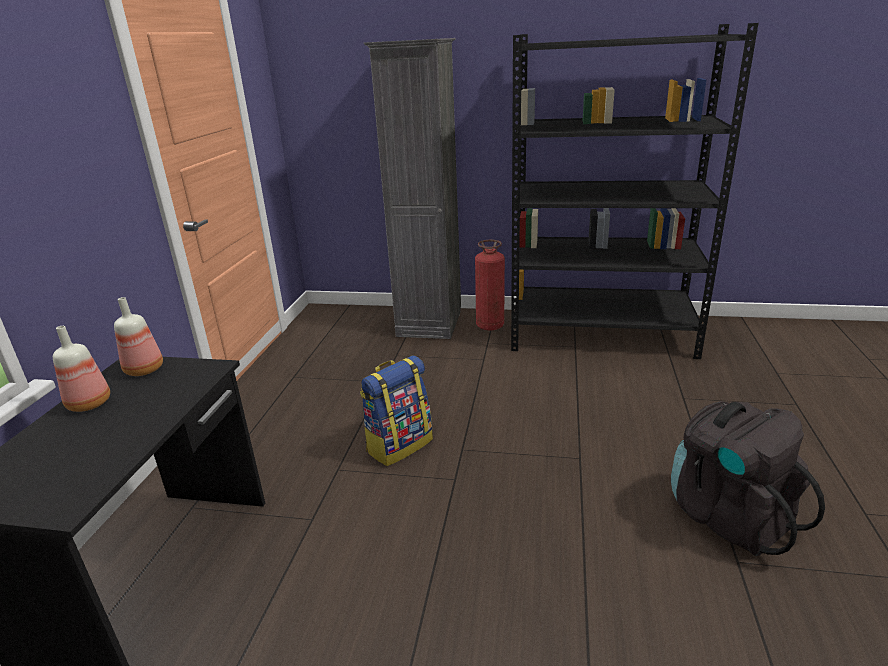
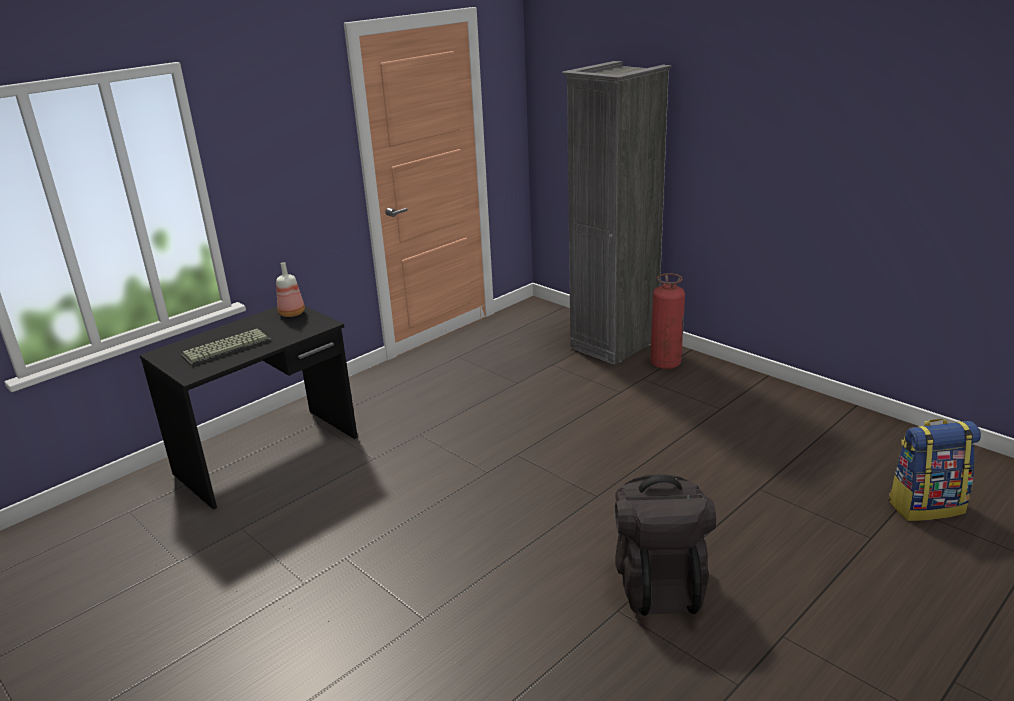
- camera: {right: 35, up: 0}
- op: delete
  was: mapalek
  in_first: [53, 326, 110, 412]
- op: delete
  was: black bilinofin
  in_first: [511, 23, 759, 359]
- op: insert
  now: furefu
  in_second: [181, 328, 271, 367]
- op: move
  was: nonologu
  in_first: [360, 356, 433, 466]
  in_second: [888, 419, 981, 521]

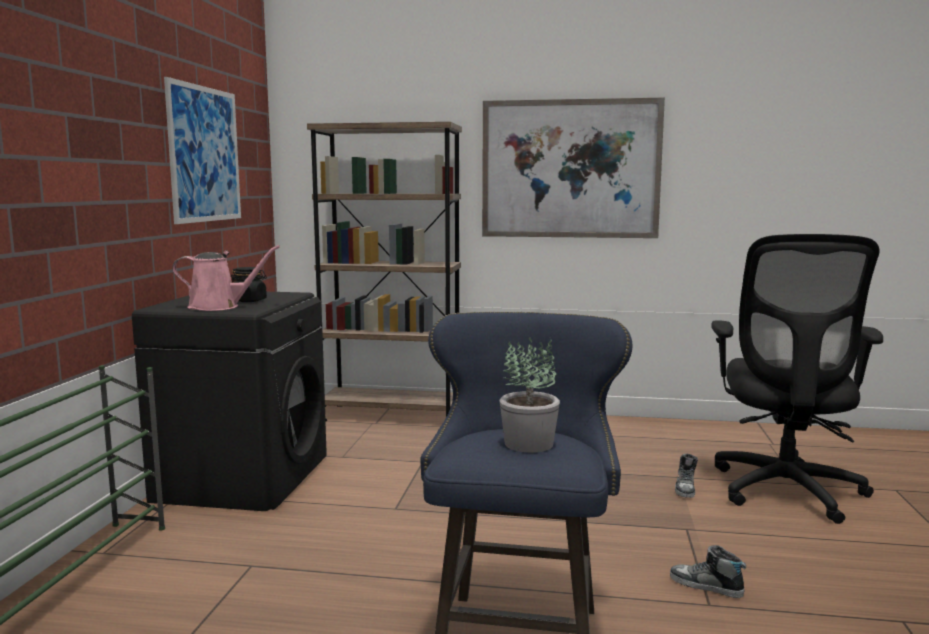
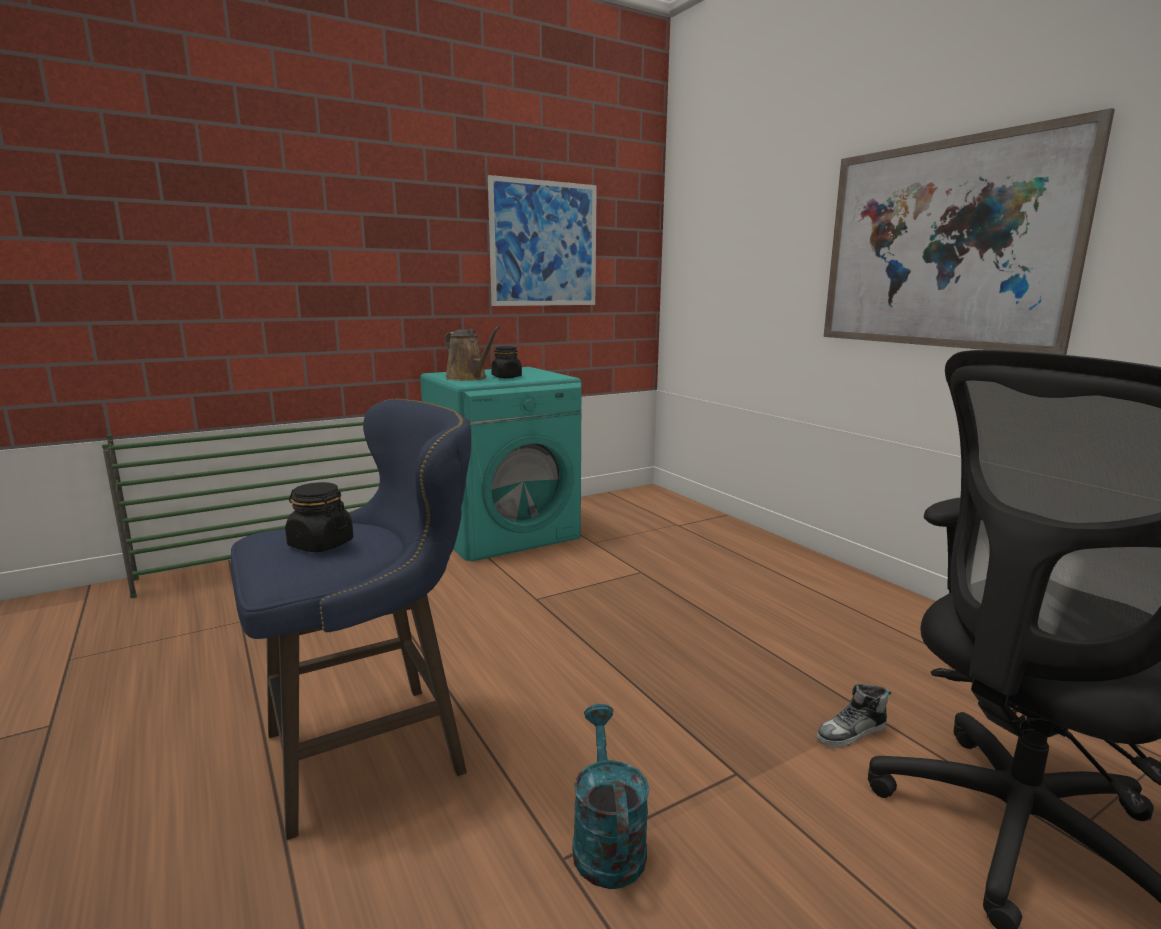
- camera: {right: 50, up: 5}
- op: delete
  was: brown bilinofin
  in_first: [307, 122, 462, 422]
- op: replace
  was: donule
  now: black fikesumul
  in_first: [500, 338, 560, 453]
  in_second: [285, 482, 353, 552]
- op: replace
  was: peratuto
  now: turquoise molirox
  in_first: [670, 545, 746, 598]
  in_second: [573, 704, 649, 889]
- op: recolor
  was: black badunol
  now: turquoise badunol
  in_first: [132, 292, 327, 511]
  in_second: [420, 367, 582, 562]
- op: recolor
  was: pink molirox
  now: brown molirox
  in_first: [172, 245, 280, 311]
  in_second: [445, 326, 501, 381]

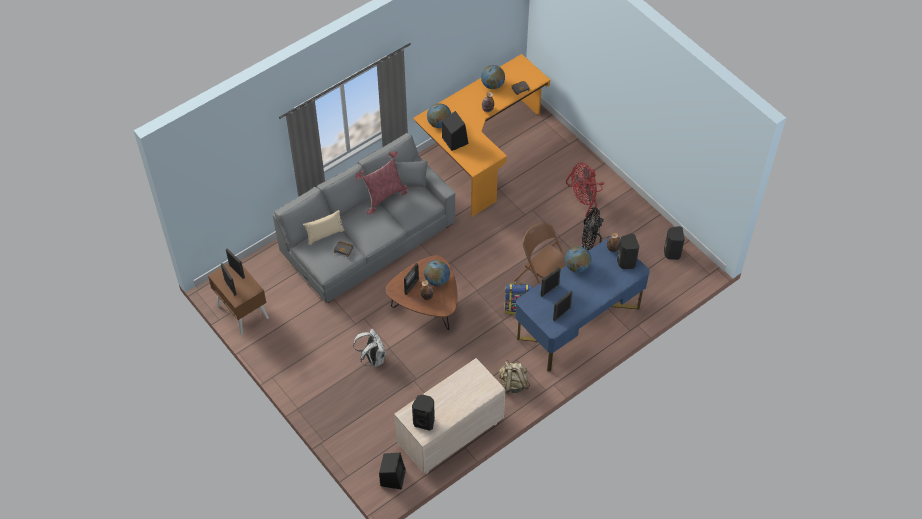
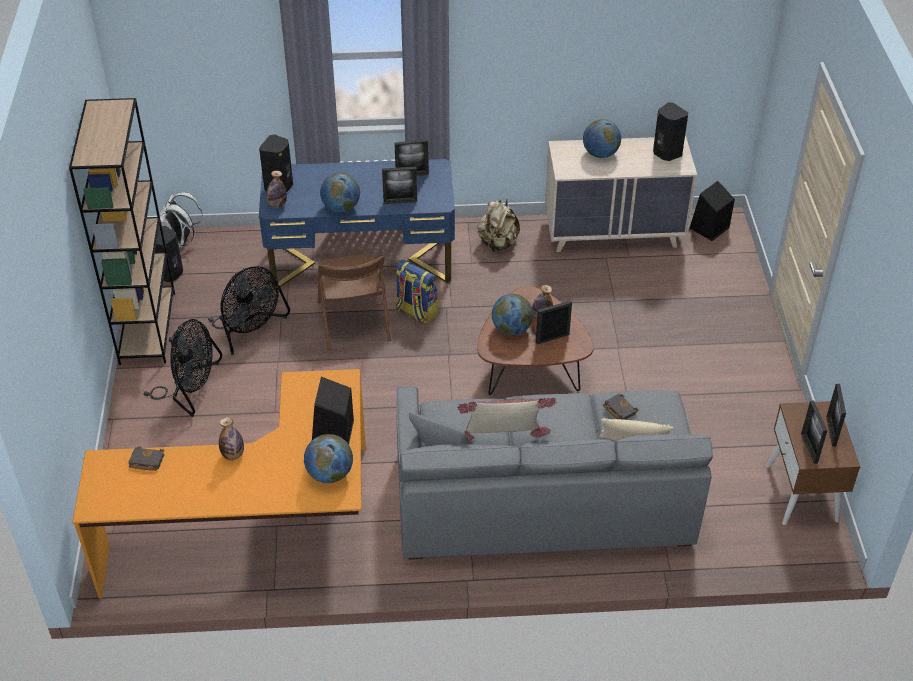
- camera: {right: -145, up: -10}
- op: insert
  now: beige bilinofin
  in_second: [69, 98, 175, 365]
- op: move
  was: white nonologu
  in_first: [353, 328, 386, 367]
  in_second: [159, 192, 203, 248]
- op: move
  was: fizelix
  in_first: [481, 65, 505, 89]
  in_second: [583, 119, 621, 158]
- op: recolor
  was: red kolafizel
  now: black kolafizel
  in_first: [566, 162, 604, 217]
  in_second: [143, 319, 222, 417]

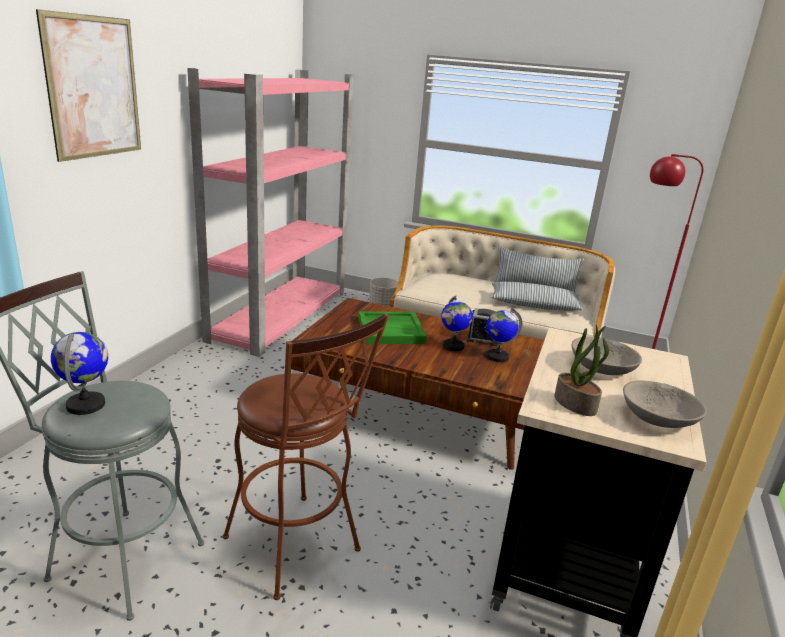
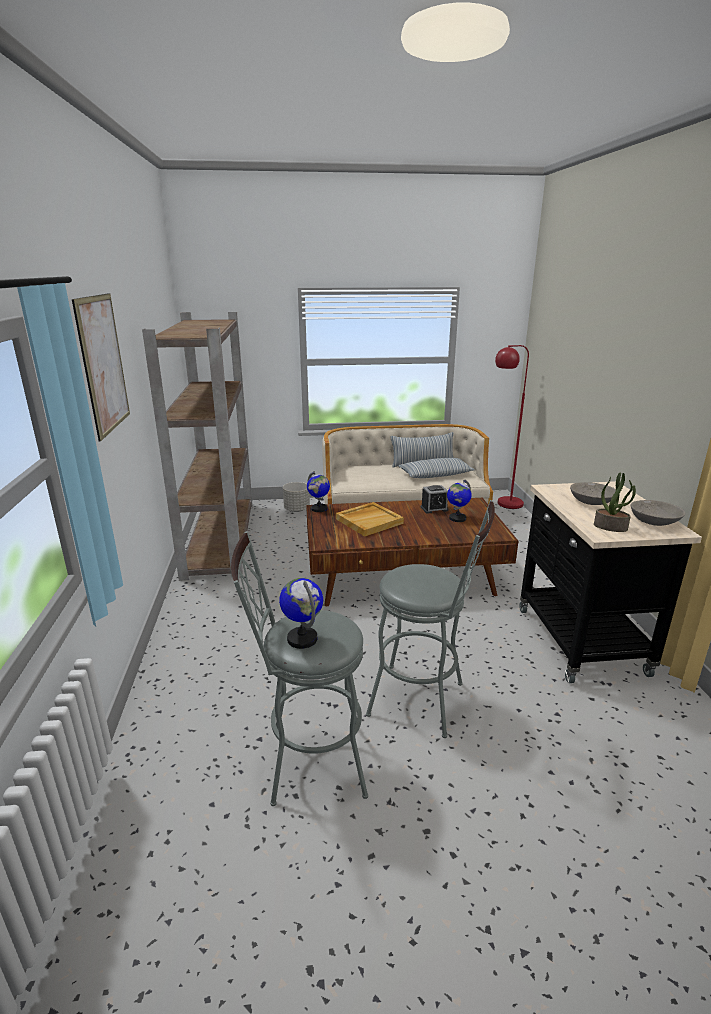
- camera: {right: -25, up: 0}
- op: move
  was: fizelix
  in_first: [441, 296, 472, 351]
  in_second: [307, 471, 330, 512]
- op: recolor
  was: pink bilinofin
  now: brown bilinofin
  in_first: [187, 68, 354, 357]
  in_second: [142, 312, 253, 581]
- op: recolor
  was: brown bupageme
  now: grey bupageme
  in_first: [223, 313, 389, 600]
  in_second: [366, 500, 495, 738]
- op: recolor
  was: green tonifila
  now: beige tonifila
  in_first: [358, 311, 427, 344]
  in_second: [336, 502, 404, 537]

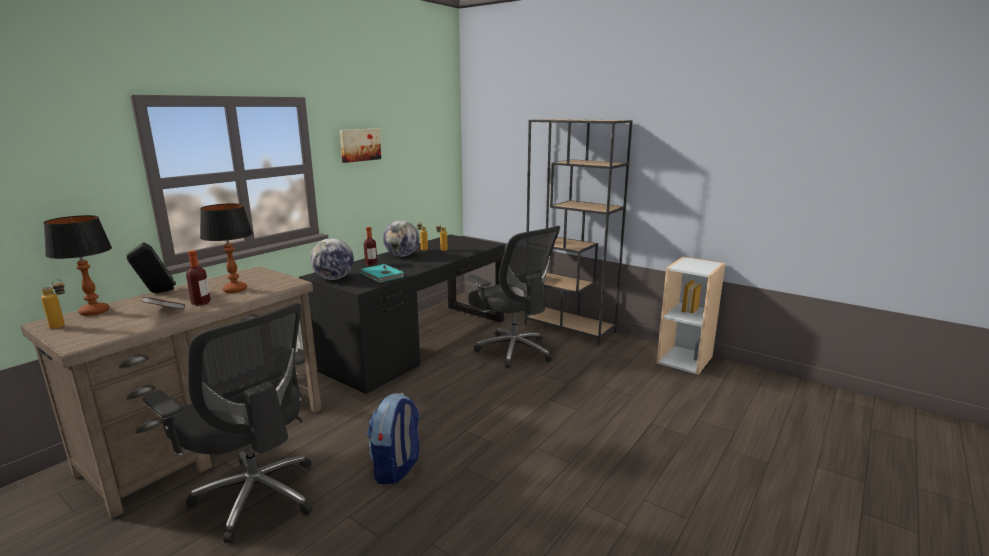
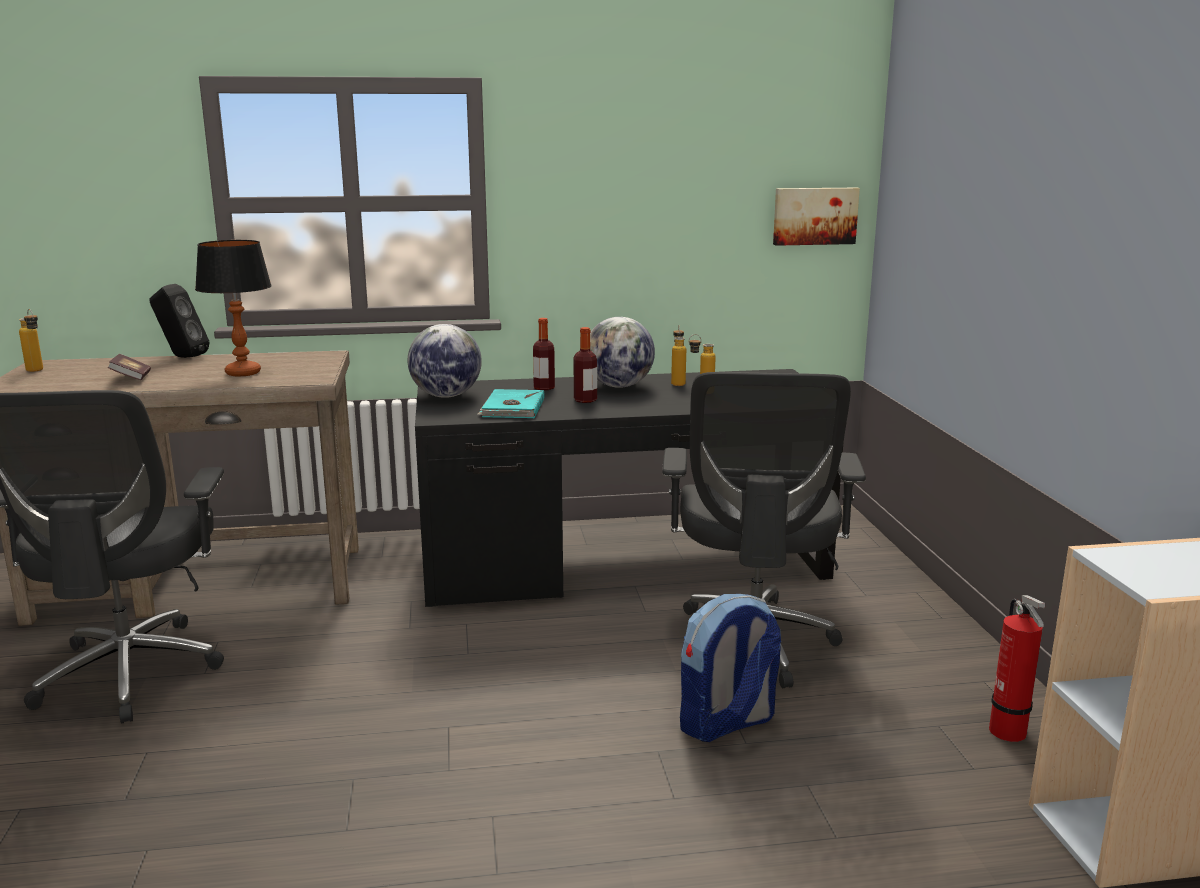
- camera: {right: 45, up: 0}
- op: delete
  was: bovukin
  in_first: [44, 215, 112, 316]
- op: delete
  was: bilinofin
  in_first: [525, 119, 633, 345]
- op: insert
  now: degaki
  in_second: [989, 595, 1045, 742]
- op: move
  was: mapalek
  in_first: [186, 250, 211, 306]
  in_second: [573, 327, 597, 403]
- op: move
  was: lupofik
  in_first: [339, 129, 381, 163]
  in_second: [773, 188, 860, 246]
- op: move
  was: nonologu
  in_first: [367, 393, 420, 484]
  in_second: [680, 594, 781, 742]

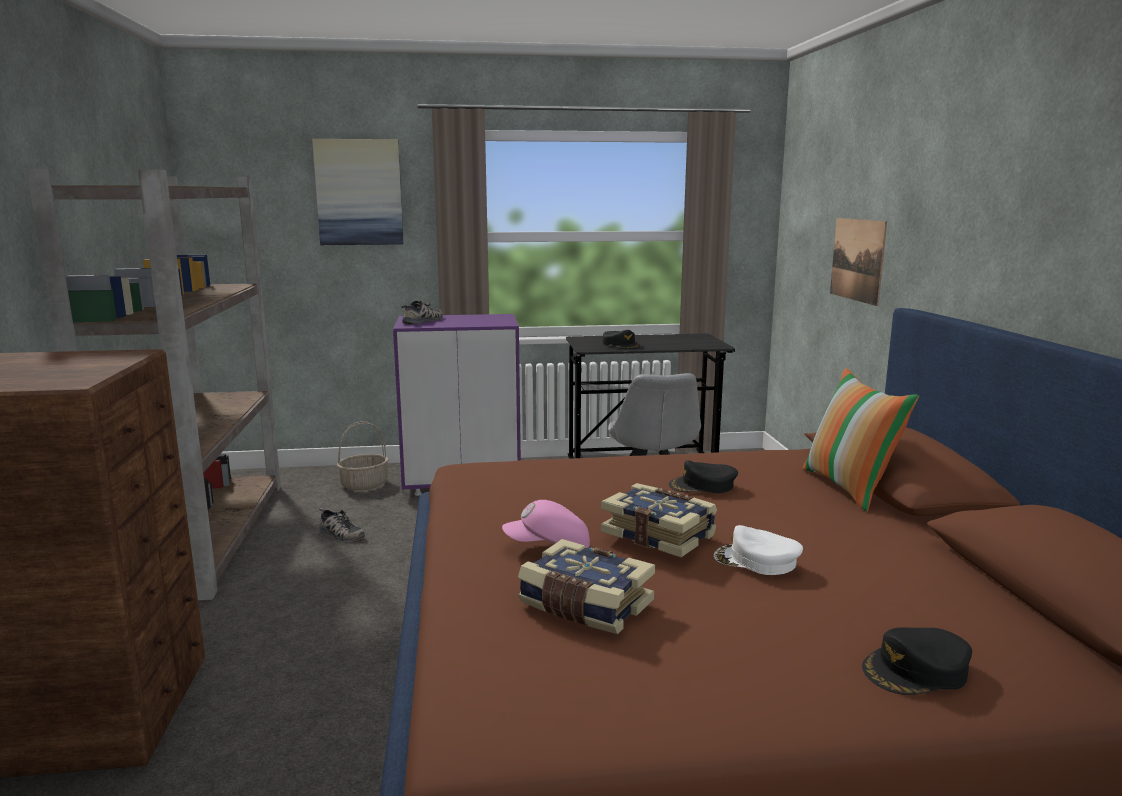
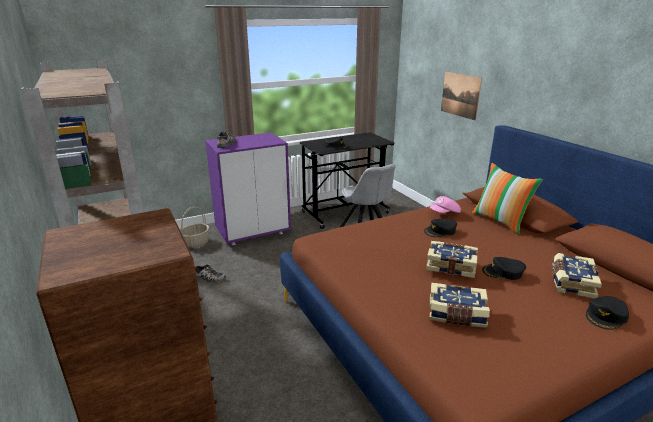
- camera: {right: -20, up: 10}
- op: delete
  was: lupofik
  in_first: [312, 139, 404, 245]
- op: insert
  now: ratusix
  in_second: [552, 253, 602, 299]
- op: move
  was: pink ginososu
  in_first: [502, 500, 590, 548]
  in_second: [430, 196, 461, 213]
- op: recolor
  was: white ginososu
  now: black ginososu
  in_first: [714, 525, 803, 575]
  in_second: [482, 257, 526, 280]

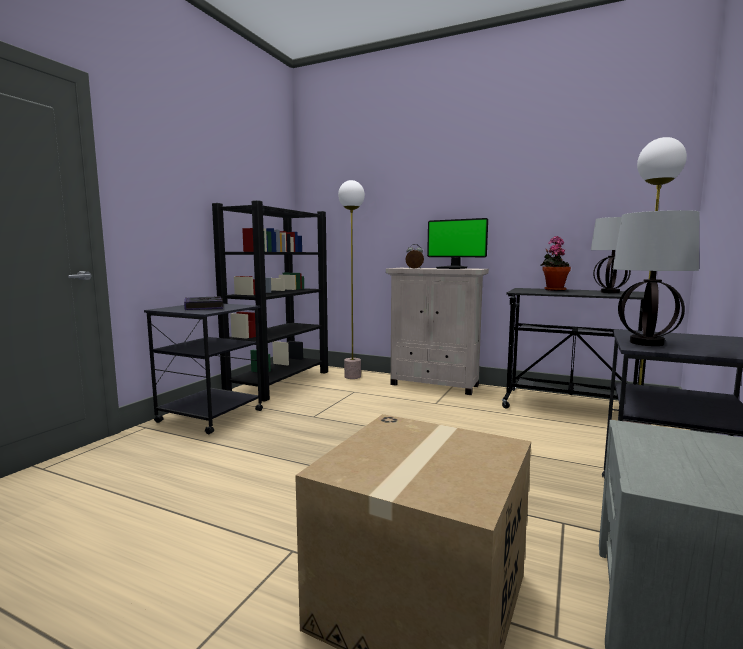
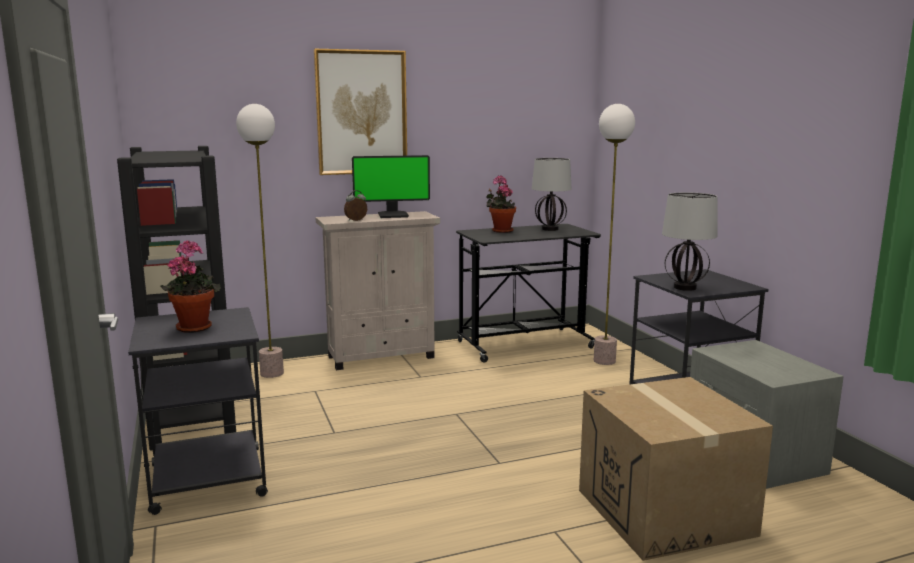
- camera: {right: -45, up: 5}
- op: insert
  now: lupofik
  in_second: [314, 49, 407, 175]
- op: replace
  was: ratusix
  now: donule
  in_first: [184, 296, 223, 310]
  in_second: [161, 240, 221, 333]

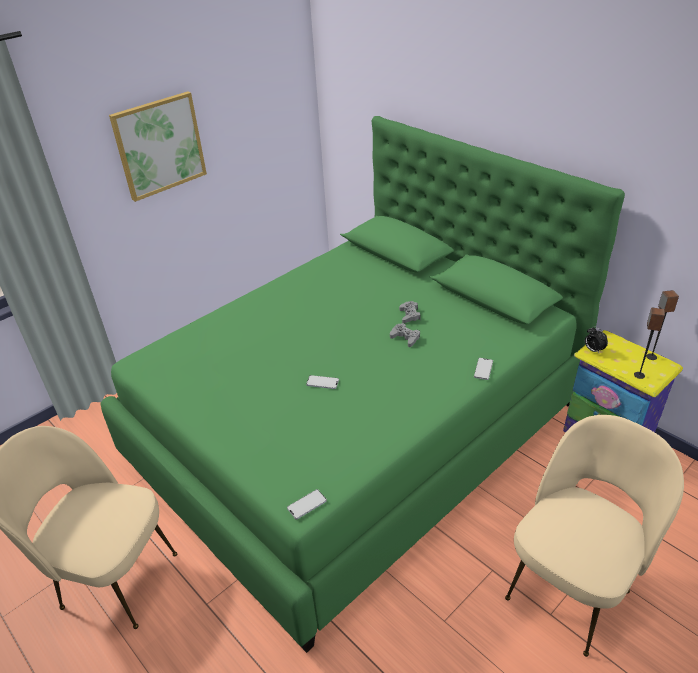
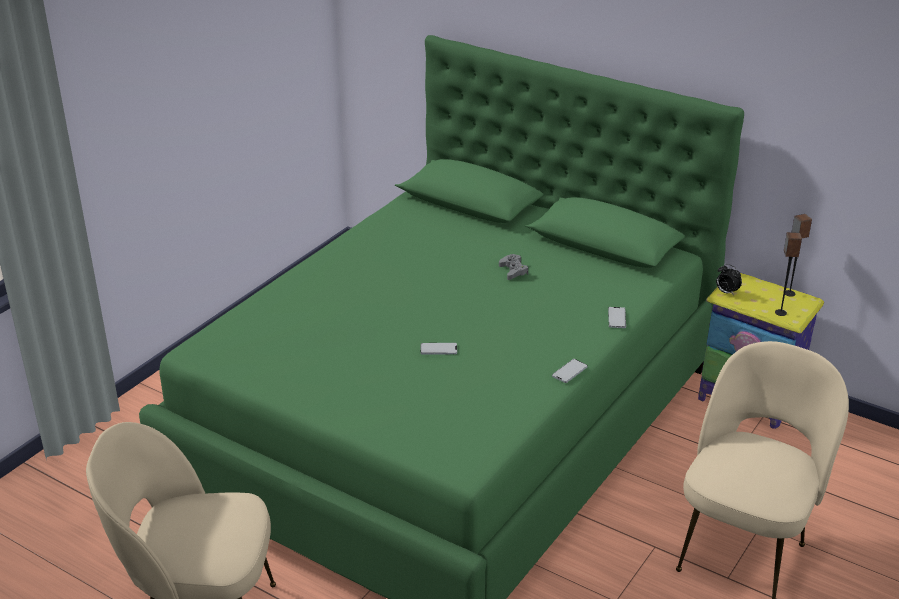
- camera: {right: -15, up: -5}
- op: delete
  was: lupofik
  in_first: [109, 91, 207, 202]
- op: delete
  was: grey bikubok
  in_first: [390, 323, 420, 347]
- op: move
  was: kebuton
  in_first: [287, 489, 327, 520]
  in_second: [552, 359, 588, 383]

